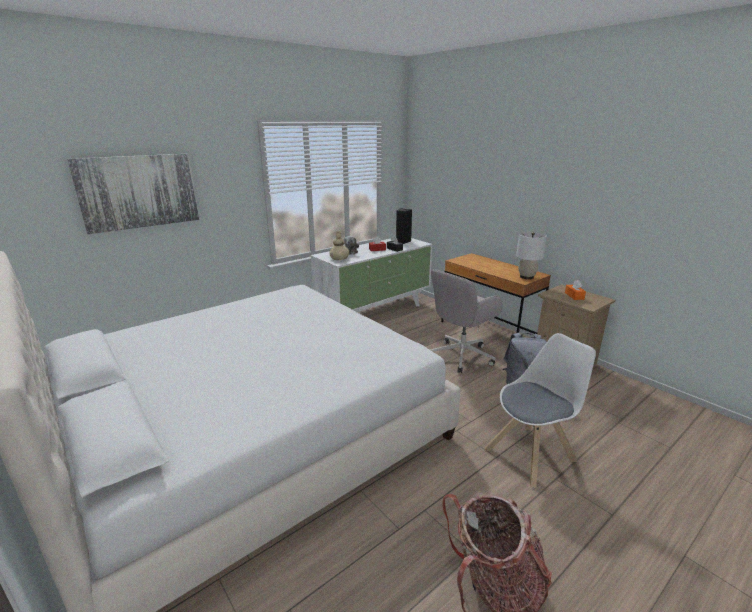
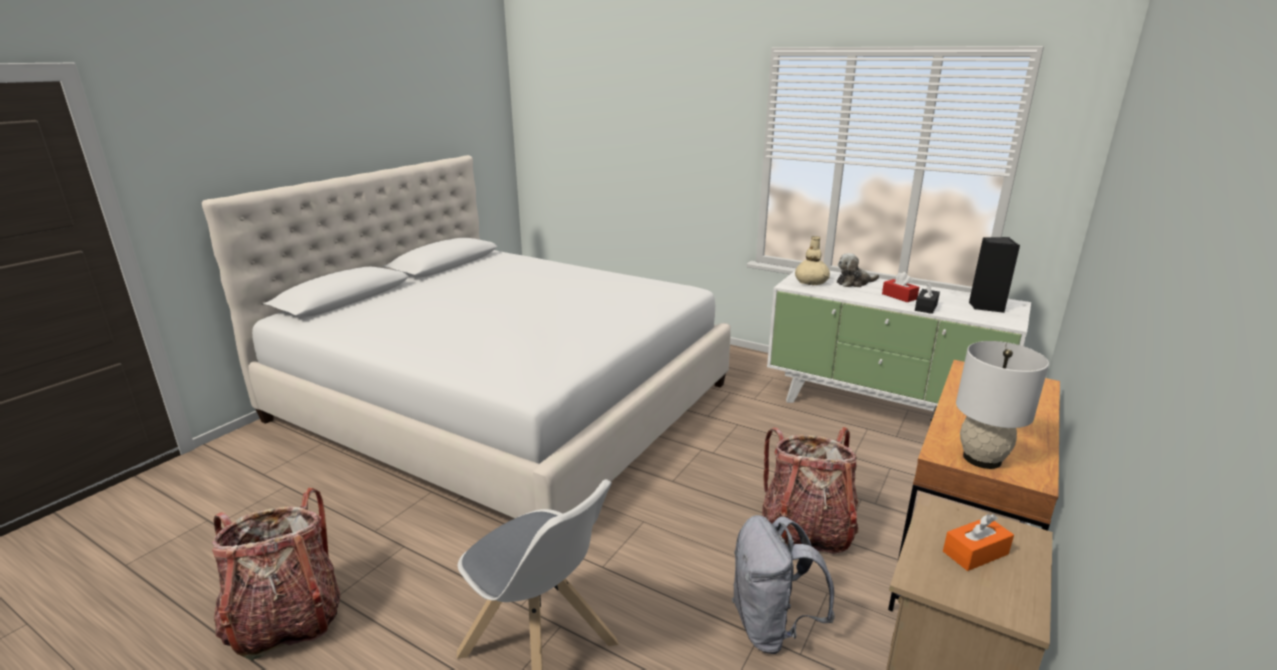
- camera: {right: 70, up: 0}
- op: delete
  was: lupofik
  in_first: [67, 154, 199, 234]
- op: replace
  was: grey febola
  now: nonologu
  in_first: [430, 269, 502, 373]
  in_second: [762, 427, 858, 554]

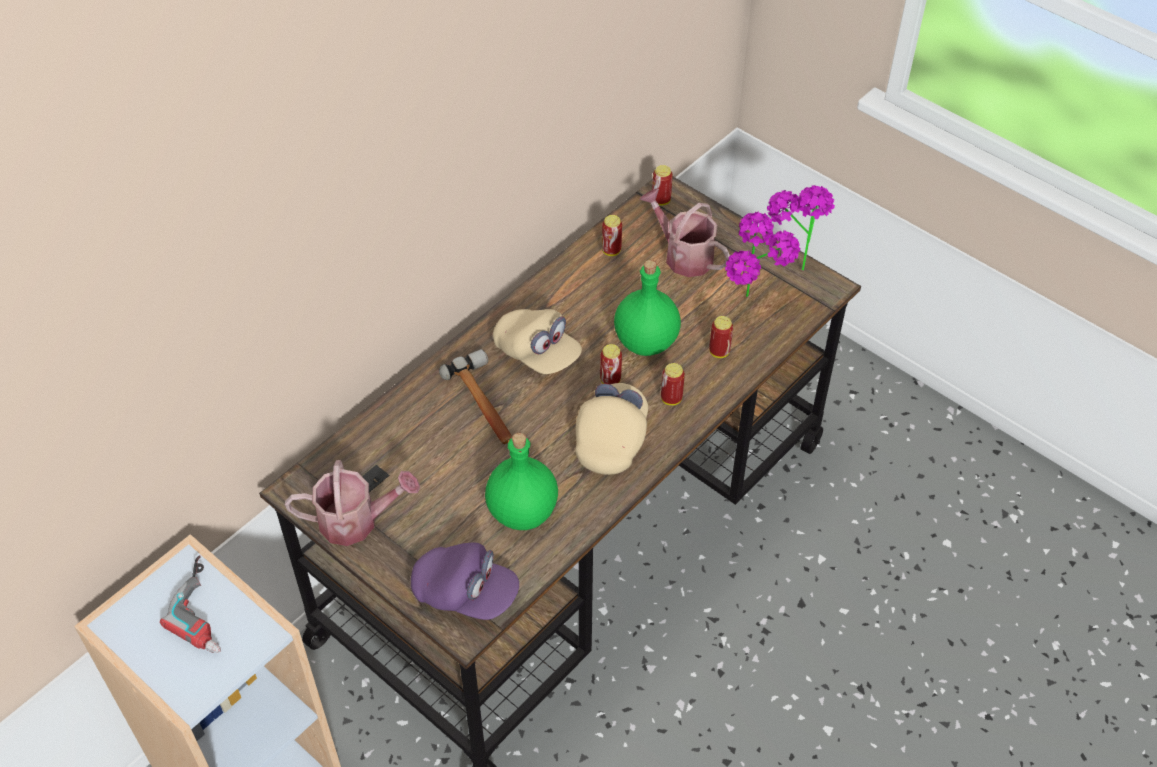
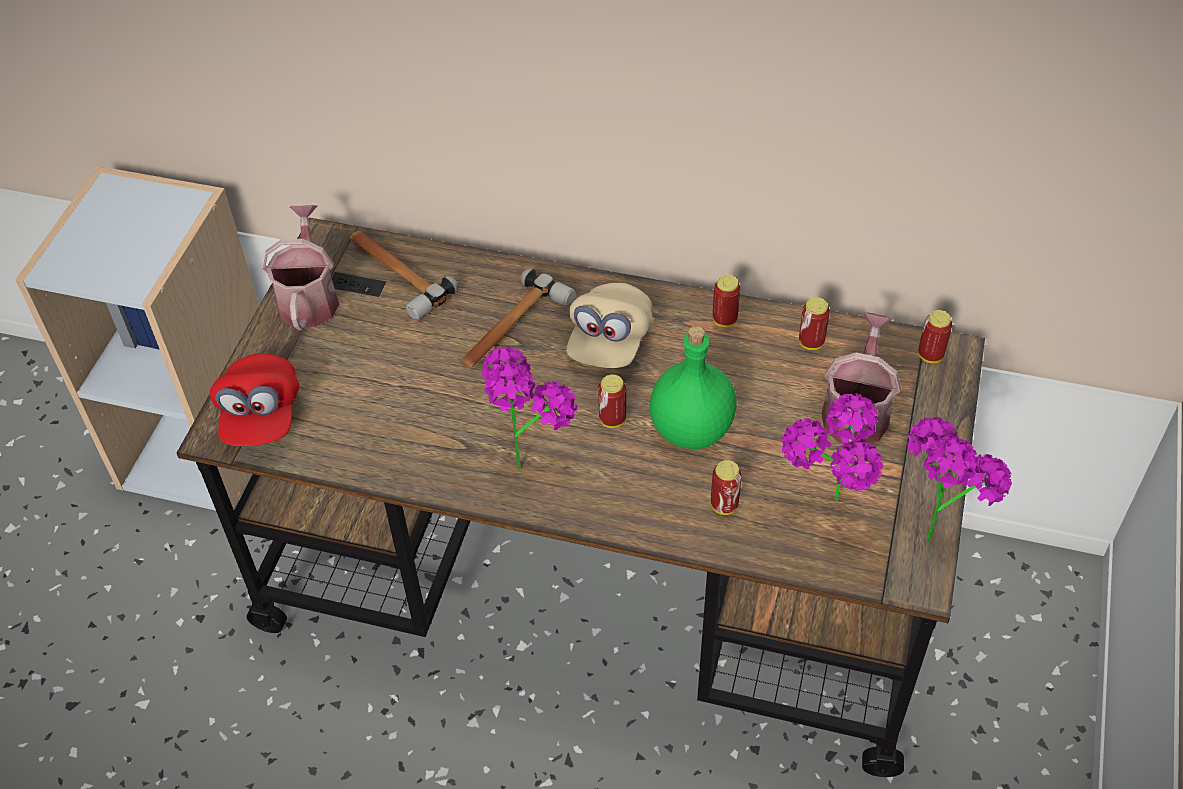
- camera: {right: 65, up: 0}
- op: delete
  was: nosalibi
  in_first: [160, 555, 221, 653]
- op: delete
  was: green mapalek
  in_first: [485, 433, 558, 530]
- op: insert
  now: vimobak
  in_second: [350, 231, 458, 320]
- op: move
  was: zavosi
  in_first: [661, 363, 685, 405]
  in_second: [713, 275, 740, 327]
- op: replace
  was: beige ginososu
  now: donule
  in_first: [575, 383, 648, 475]
  in_second: [481, 346, 577, 470]
- op: recolor
  was: purple ginososu
  now: red ginososu
  in_first: [411, 543, 519, 620]
  in_second: [210, 353, 299, 446]
- op: rotate
  was: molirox
  in_first: [285, 460, 420, 546]
  in_second: [263, 205, 339, 330]
  clockwise: -150

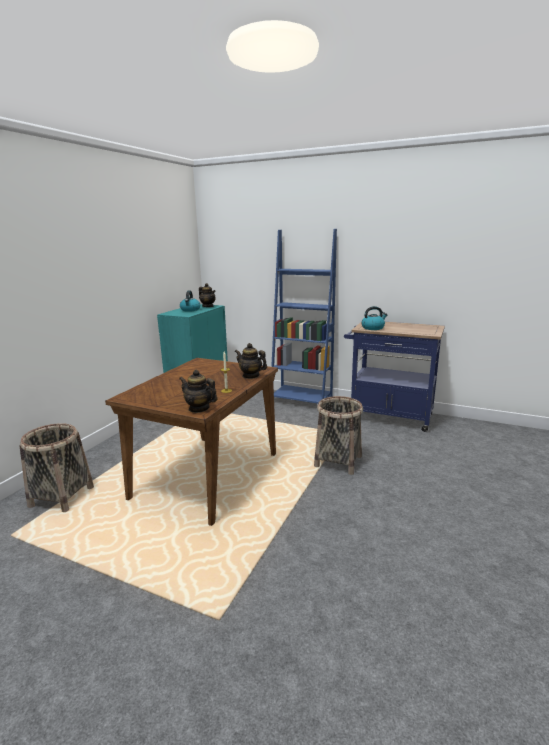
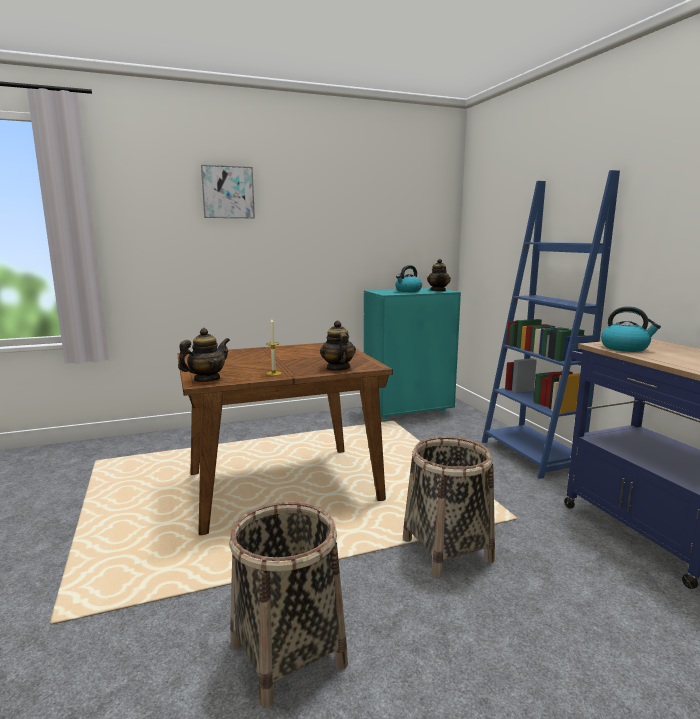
- camera: {right: 45, up: -5}
- op: insert
  now: lupofik
  in_second: [201, 165, 255, 218]
- op: move
  was: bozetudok
  in_first: [20, 423, 94, 512]
  in_second: [229, 502, 348, 708]
- op: rotate
  was: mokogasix
  in_first: [179, 369, 217, 413]
  in_second: [178, 328, 230, 382]
  clockwise: 60

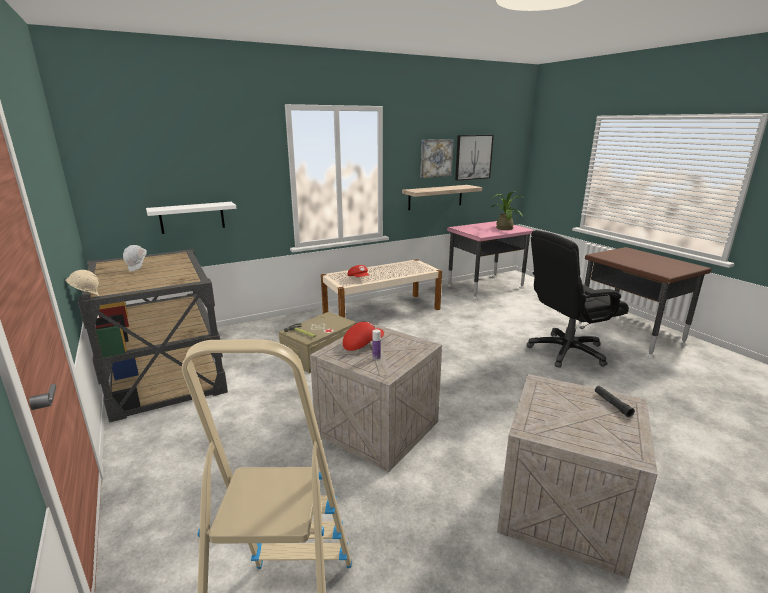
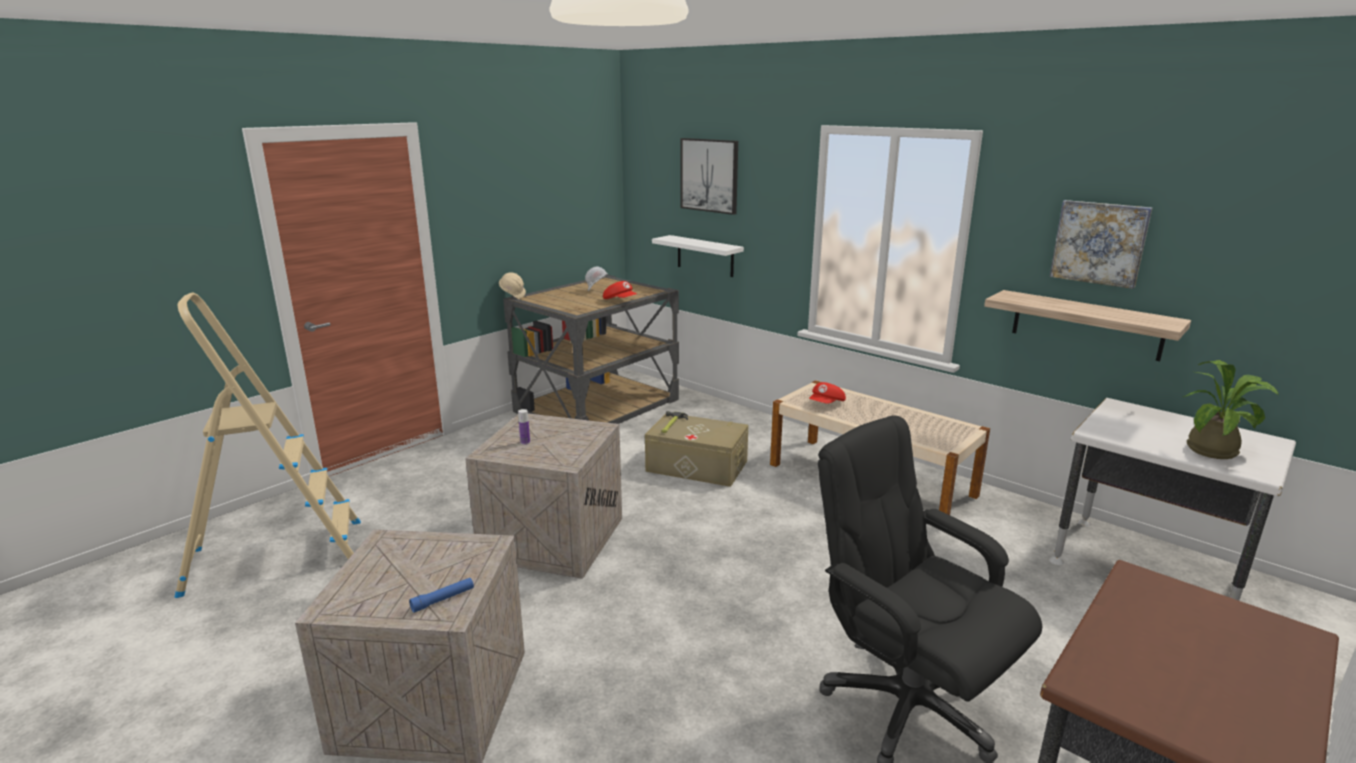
- camera: {right: 70, up: 0}
- op: move
  was: red ginososu
  in_first: [343, 322, 384, 351]
  in_second: [603, 281, 637, 299]
- op: move
  was: lupofik
  in_first: [455, 135, 494, 181]
  in_second: [680, 138, 738, 215]
- op: recolor
  was: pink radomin
  now: white radomin
  in_first: [447, 221, 534, 299]
  in_second: [1049, 398, 1296, 601]
- op: recolor
  was: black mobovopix
  now: blue mobovopix
  in_first: [595, 386, 635, 417]
  in_second: [409, 578, 474, 613]

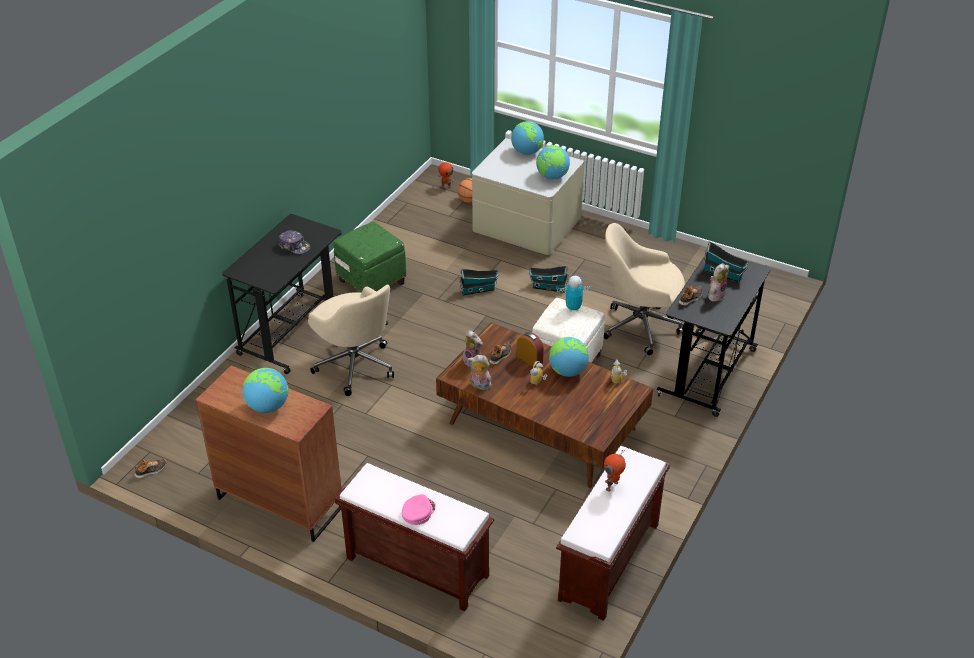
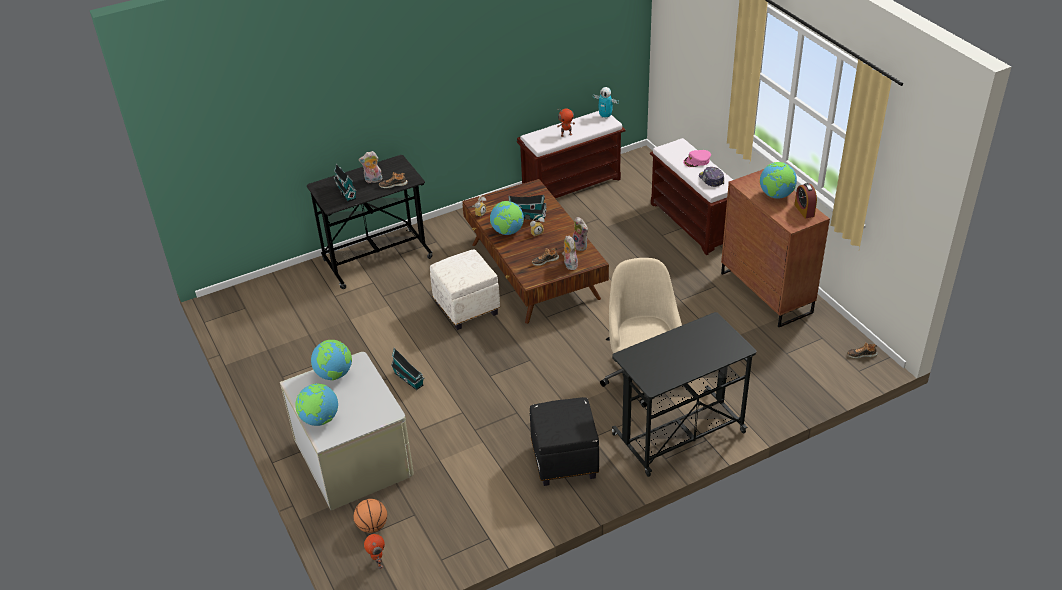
- camera: {right: -145, up: 0}
- op: delete
  was: beige febola
  in_first: [604, 223, 685, 355]
- op: move
  was: ginososu
  in_first: [278, 230, 310, 254]
  in_second: [699, 167, 724, 187]
- op: move
  was: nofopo
  in_first: [459, 269, 499, 296]
  in_second: [508, 195, 547, 221]
- op: move
  was: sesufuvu
  in_first: [517, 332, 544, 367]
  in_second: [795, 183, 817, 219]
- op: move
  was: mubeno
  in_first: [557, 276, 592, 311]
  in_second: [593, 87, 619, 119]
- op: recolor
  was: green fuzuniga
  now: black fuzuniga
  in_first: [333, 222, 406, 293]
  in_second: [530, 397, 599, 486]

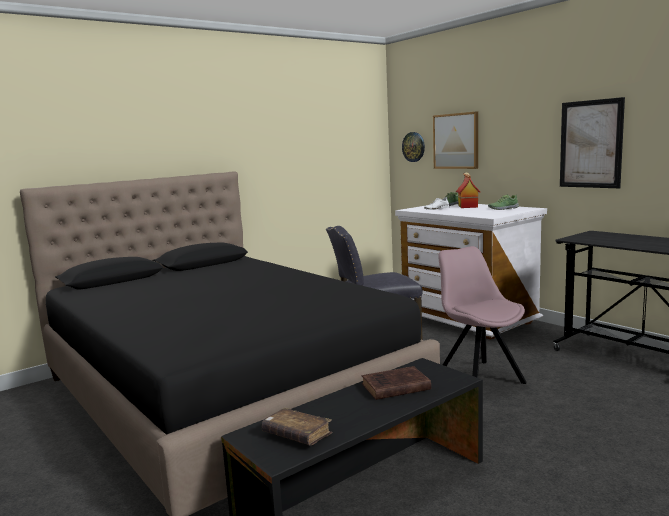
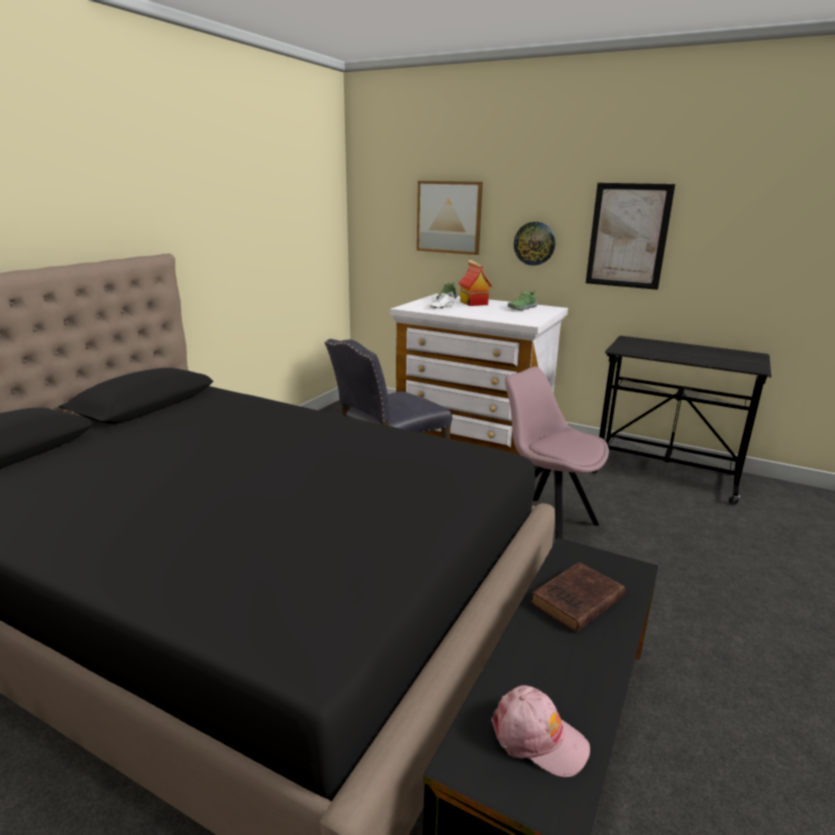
- camera: {right: -25, up: 10}
- op: move
  was: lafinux
  in_first: [402, 132, 425, 162]
  in_second: [514, 222, 555, 266]
- op: replace
  was: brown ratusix
  now: pink ginososu
  in_first: [262, 408, 333, 445]
  in_second: [491, 685, 590, 777]

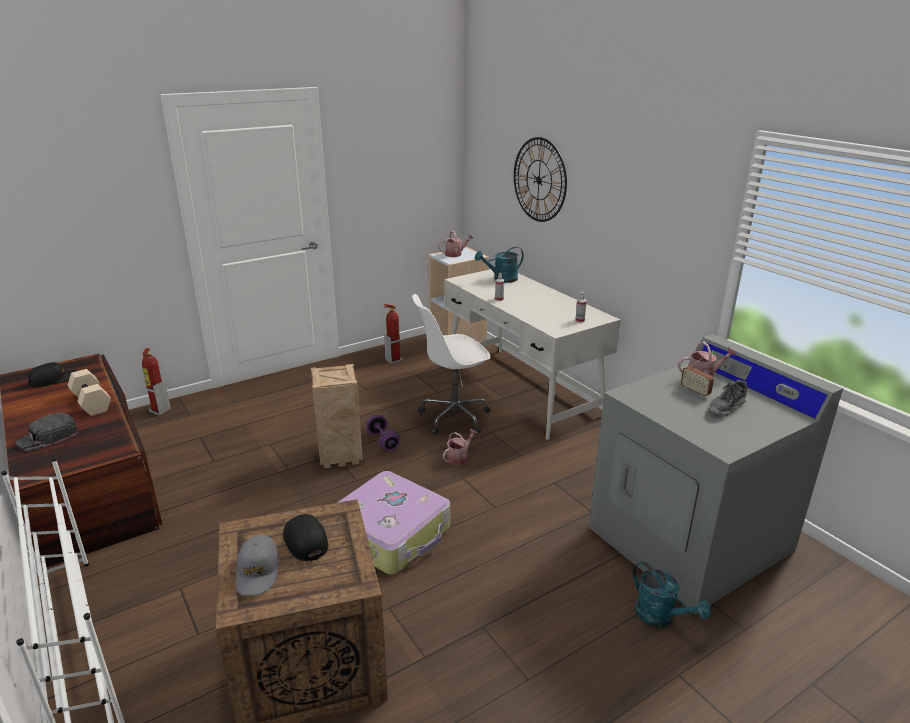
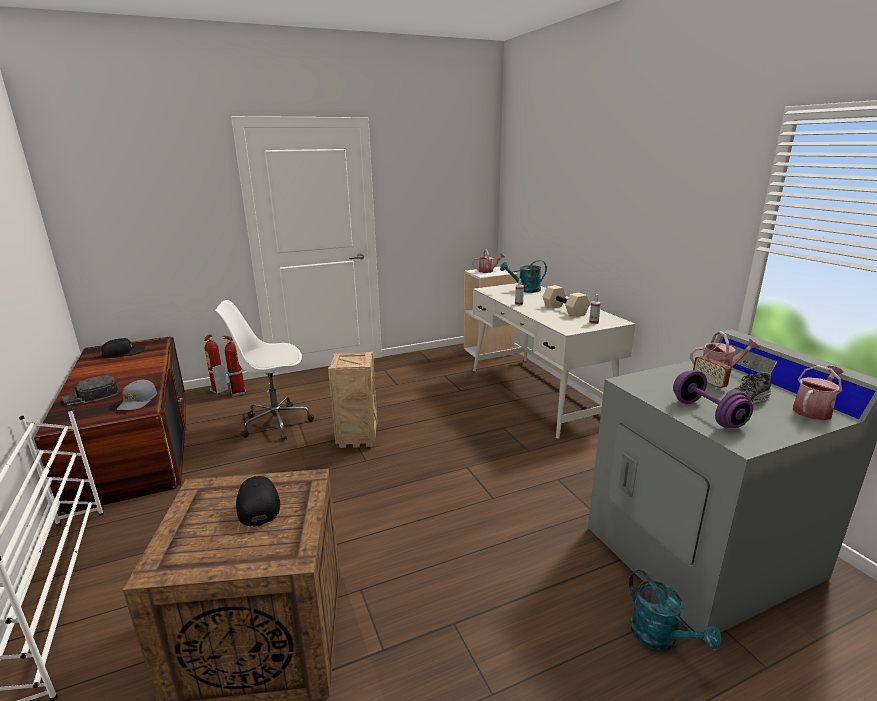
- camera: {right: 10, up: -5}
- op: delete
  was: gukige
  in_first: [337, 471, 450, 575]
- op: delete
  was: lafinux
  in_first: [514, 137, 567, 222]
- op: move
  was: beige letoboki
  in_first: [68, 369, 111, 416]
  in_second: [543, 285, 590, 317]
- op: move
  was: grey ginososu
  in_first: [236, 535, 279, 595]
  in_second: [117, 380, 157, 410]
- op: move
  was: purple letoboki
  in_first: [366, 415, 400, 451]
  in_second: [673, 370, 753, 428]
- op: move
  was: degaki
  in_first: [384, 304, 403, 364]
  in_second: [222, 335, 246, 397]
- op: move
  was: white febola
  in_first: [412, 294, 491, 435]
  in_second: [215, 300, 314, 441]
- op: move
  was: molirox
  in_first: [443, 429, 478, 466]
  in_second: [793, 365, 844, 420]

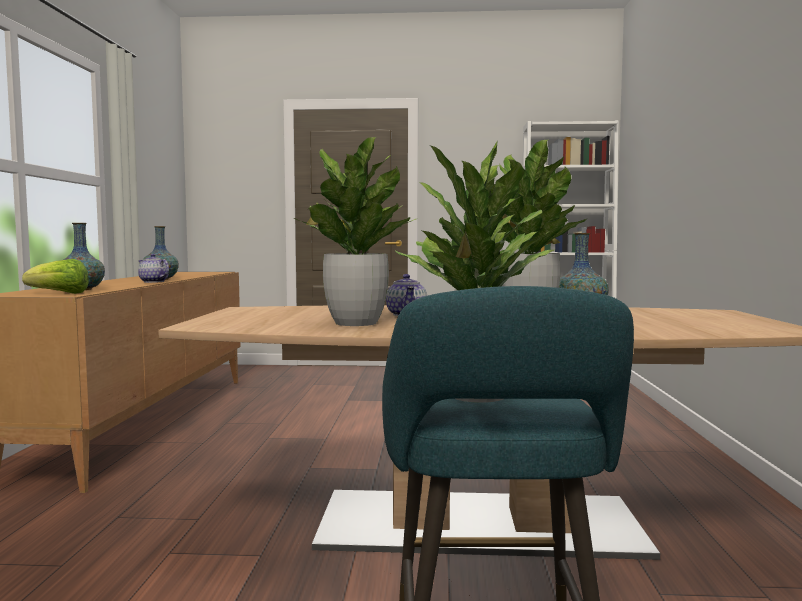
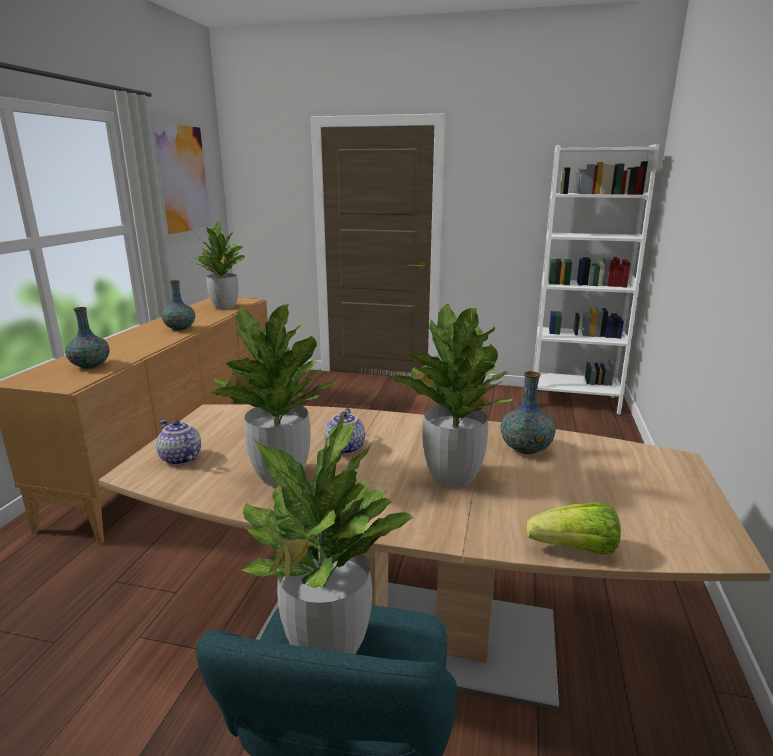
- camera: {right: 10, up: 15}
- op: insert
  now: lupofik
  in_second: [148, 115, 213, 240]
- op: insert
  now: donule
  in_second: [191, 221, 245, 309]
- op: move
  was: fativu
  in_first: [22, 259, 89, 294]
  in_second: [526, 502, 621, 555]
- op: move
  was: mokogasix
  in_first: [138, 254, 169, 283]
  in_second: [156, 420, 201, 465]

